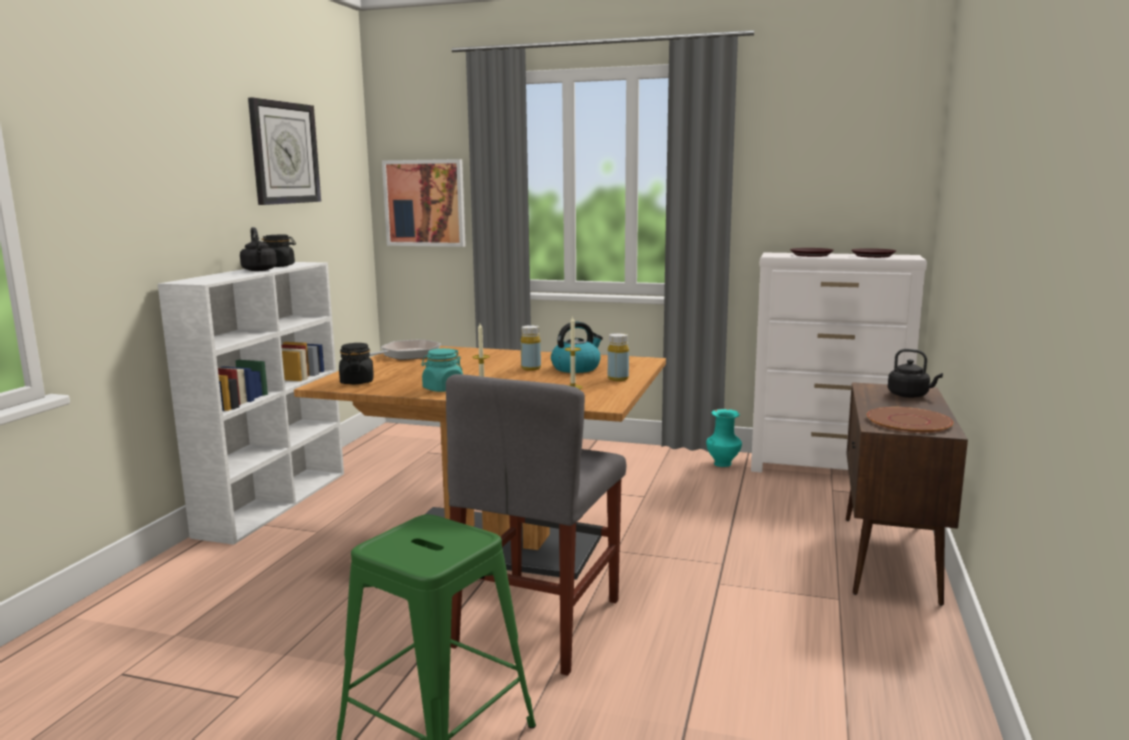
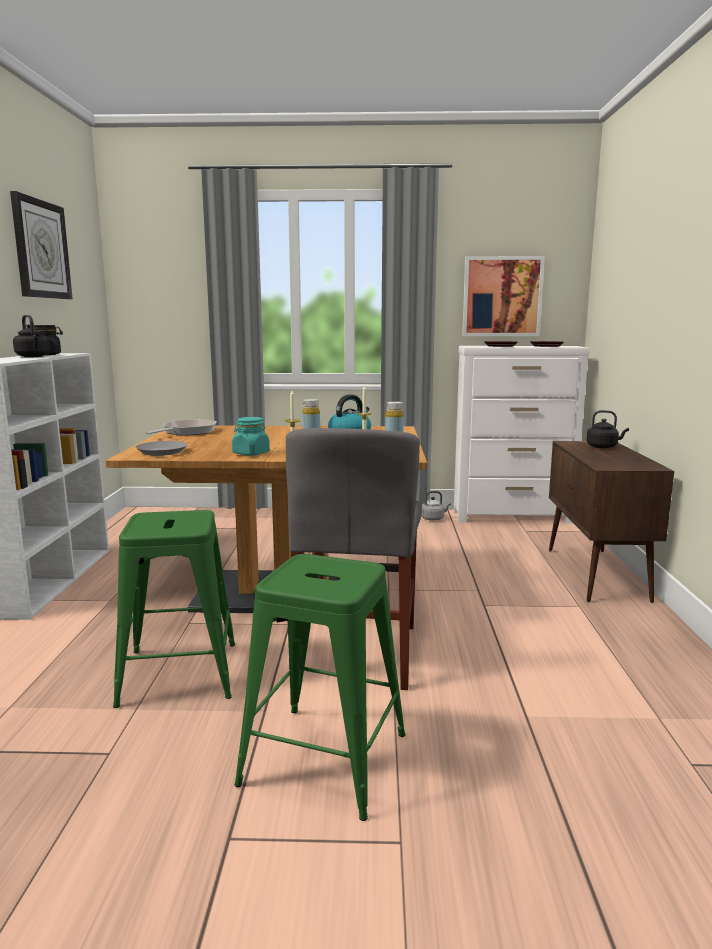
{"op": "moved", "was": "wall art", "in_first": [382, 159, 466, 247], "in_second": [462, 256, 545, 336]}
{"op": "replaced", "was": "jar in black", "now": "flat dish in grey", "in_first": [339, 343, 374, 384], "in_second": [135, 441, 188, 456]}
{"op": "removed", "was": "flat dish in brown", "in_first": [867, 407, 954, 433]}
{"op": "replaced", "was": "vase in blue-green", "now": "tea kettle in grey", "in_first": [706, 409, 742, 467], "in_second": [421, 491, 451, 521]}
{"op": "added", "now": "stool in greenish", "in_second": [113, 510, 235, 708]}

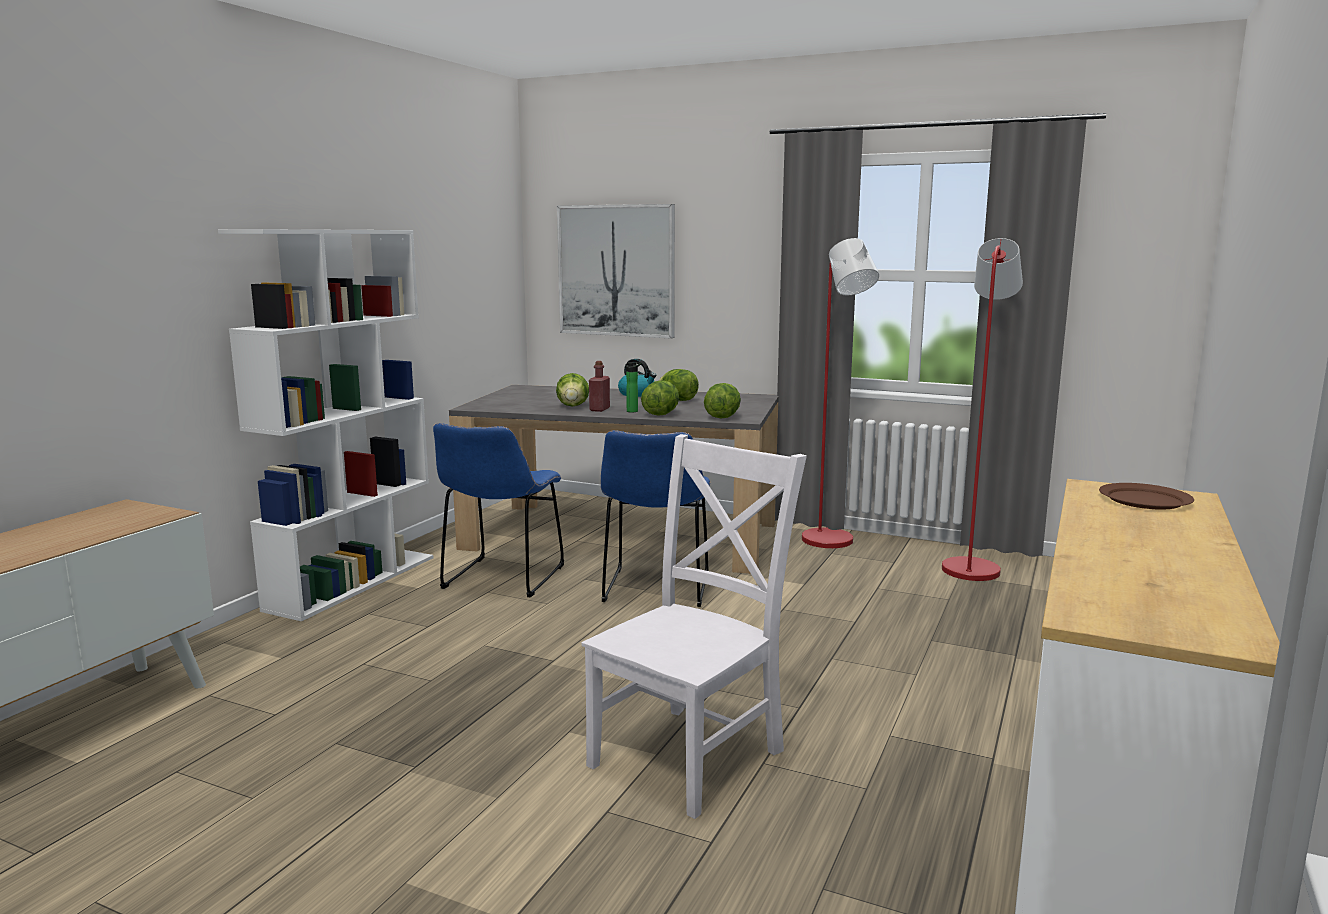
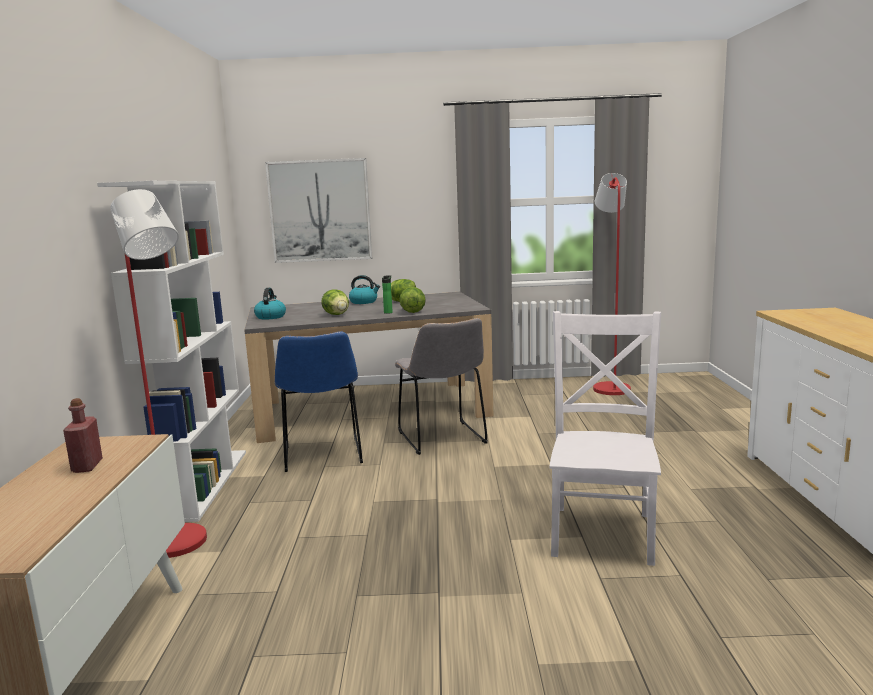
{"op": "moved", "was": "floor lamp in red-coloured", "in_first": [802, 238, 879, 548], "in_second": [110, 189, 207, 558]}
{"op": "moved", "was": "beverage bottle in red-coloured", "in_first": [589, 361, 610, 412], "in_second": [63, 398, 103, 473]}
{"op": "removed", "was": "lettuce", "in_first": [704, 383, 741, 419]}
{"op": "recoloured", "was": "chair in bluish", "now": "chair in grey", "in_first": [601, 430, 711, 607], "in_second": [395, 318, 488, 455]}
{"op": "removed", "was": "flat dish in brown", "in_first": [1099, 483, 1194, 510]}
{"op": "added", "now": "tea kettle", "in_second": [254, 288, 286, 320]}

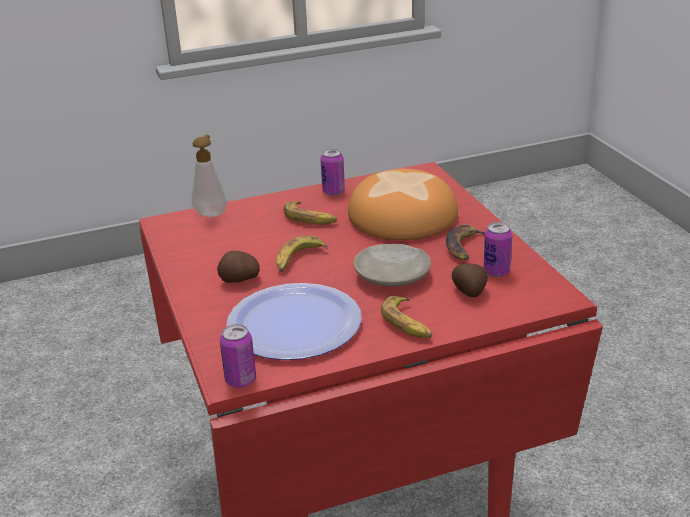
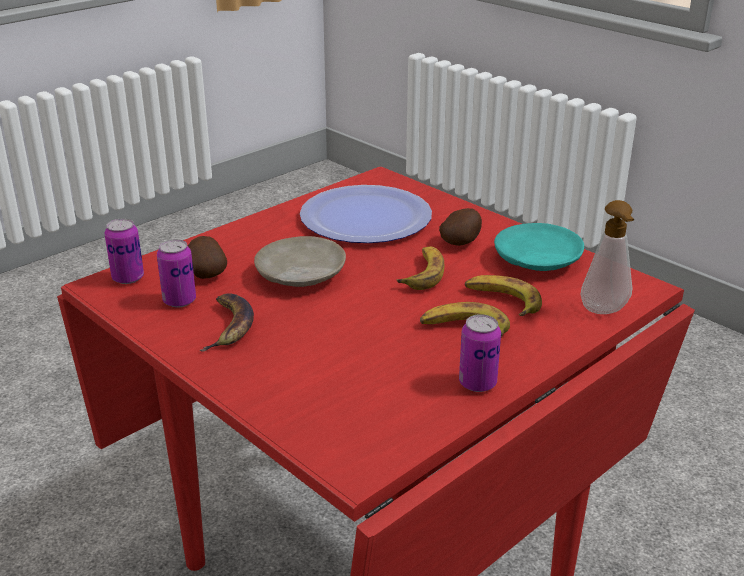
{"op": "removed", "was": "bakery bread", "in_first": [348, 169, 458, 240]}
{"op": "moved", "was": "banana", "in_first": [381, 296, 432, 338], "in_second": [465, 275, 542, 316]}
{"op": "moved", "was": "metal can", "in_first": [220, 324, 256, 388], "in_second": [105, 219, 144, 284]}
{"op": "added", "now": "flat dish in blue-green", "in_second": [494, 223, 584, 271]}

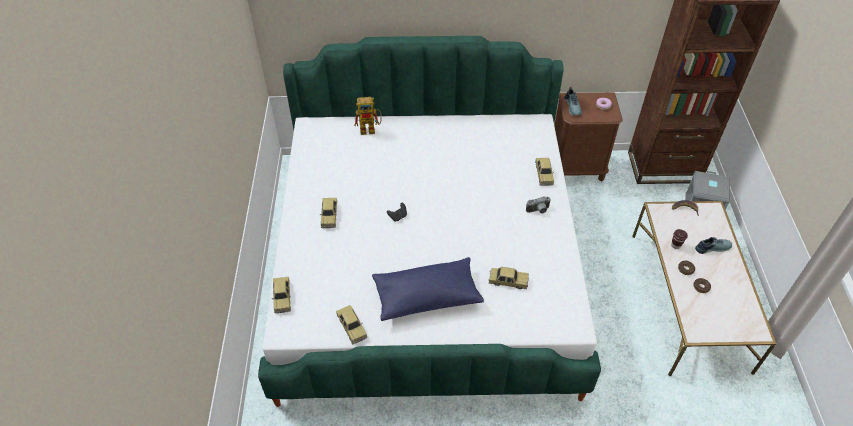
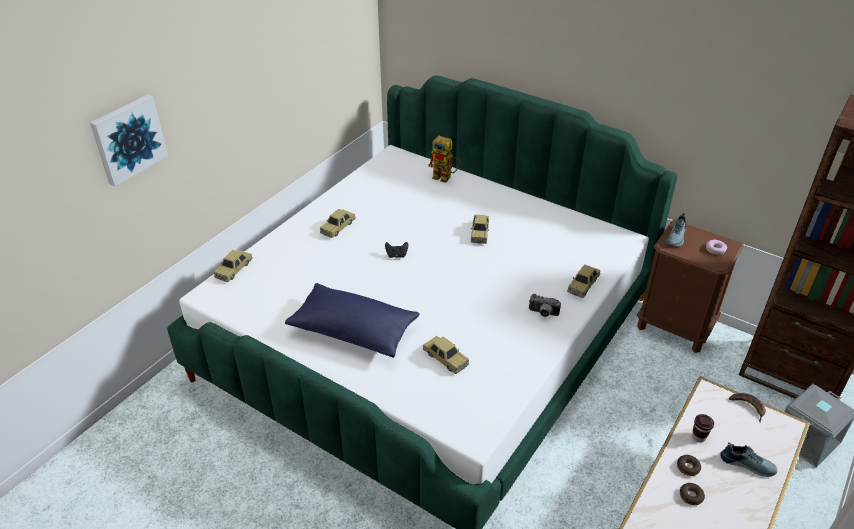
{"op": "moved", "was": "model car", "in_first": [336, 305, 367, 344], "in_second": [471, 215, 489, 244]}
{"op": "added", "now": "wall art", "in_second": [90, 94, 168, 186]}

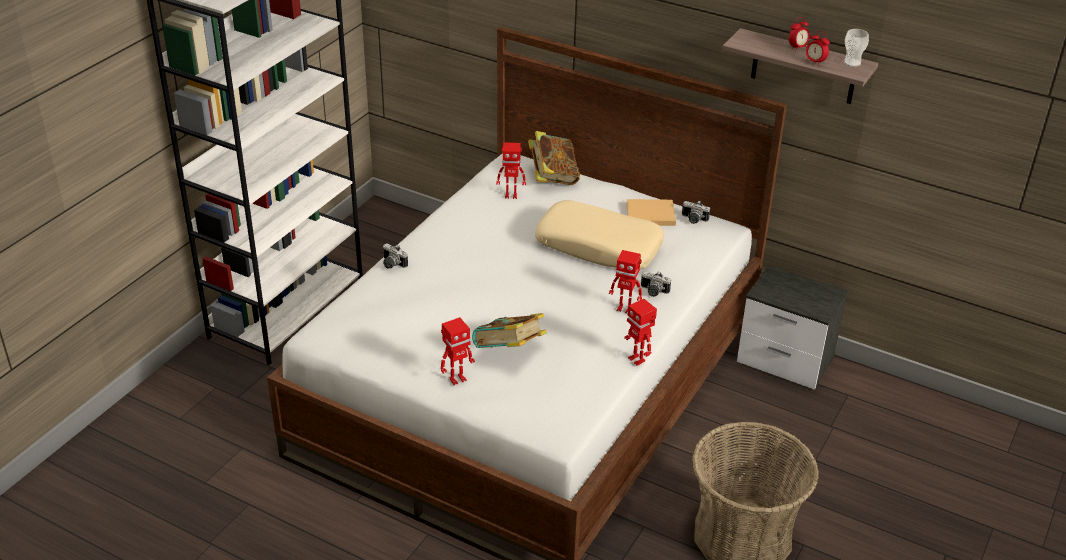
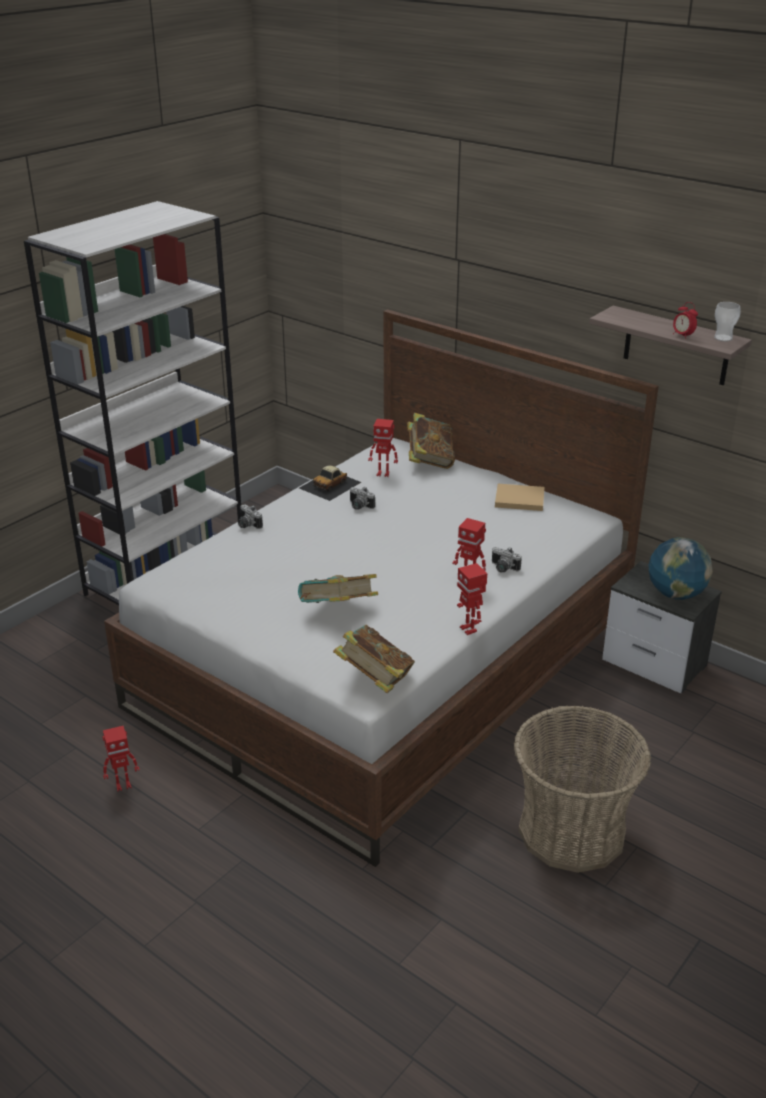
{"op": "removed", "was": "bedside clock", "in_first": [789, 17, 810, 52]}
{"op": "removed", "was": "throw pillow in sand-coloured", "in_first": [535, 200, 664, 269]}
{"op": "moved", "was": "still camera", "in_first": [682, 201, 710, 224], "in_second": [350, 487, 375, 510]}
{"op": "moved", "was": "robot figure", "in_first": [441, 317, 475, 385], "in_second": [102, 726, 140, 792]}
{"op": "added", "now": "model car", "in_second": [299, 465, 361, 501]}
{"op": "added", "now": "globe", "in_second": [649, 537, 713, 600]}
{"op": "added", "now": "volume", "in_second": [333, 625, 415, 693]}

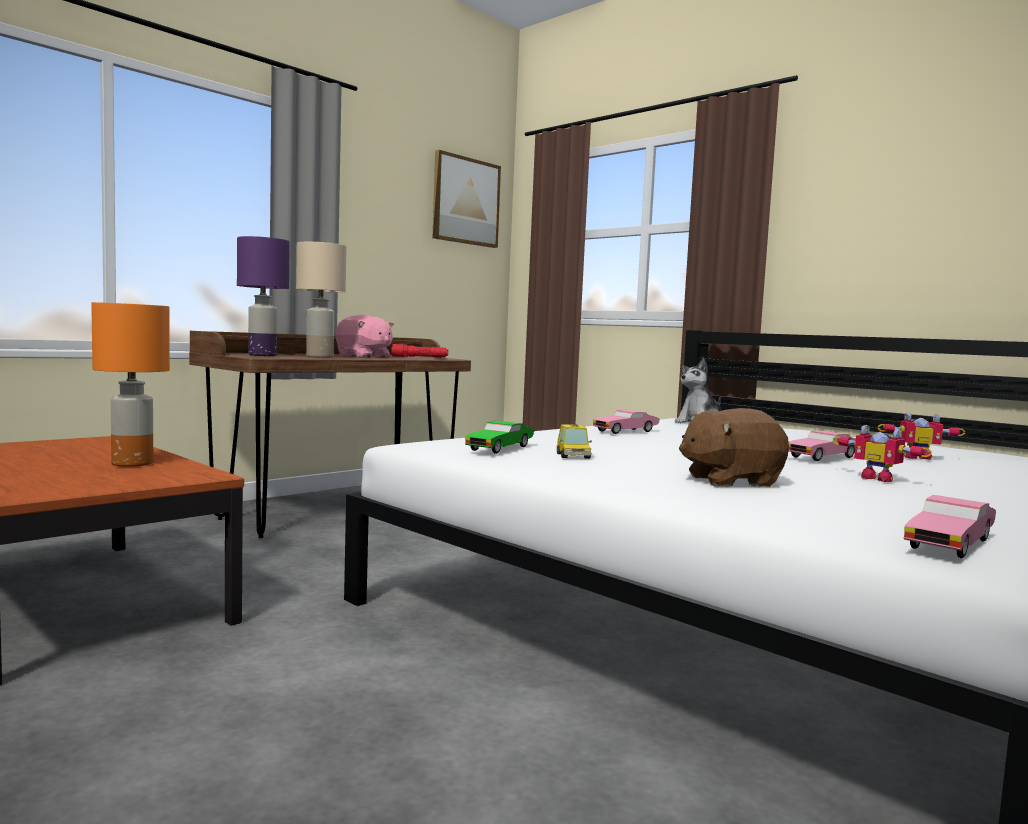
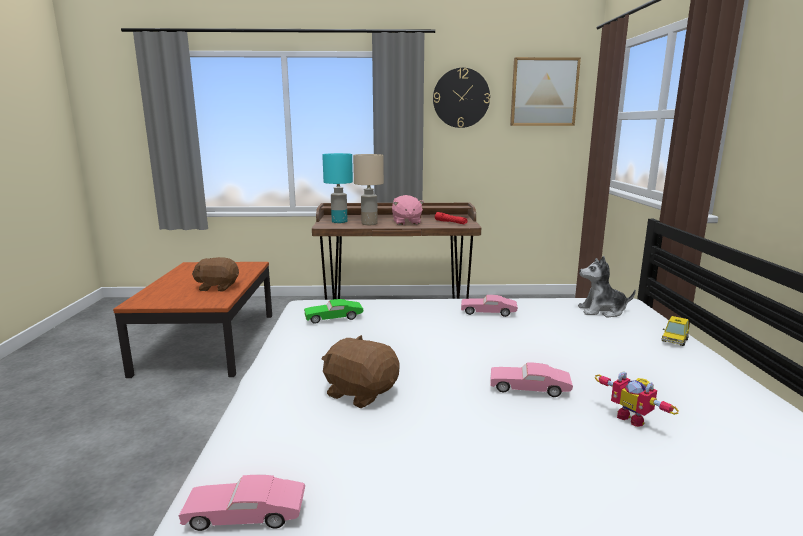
{"op": "recoloured", "was": "tabletop lamp in purplish", "now": "tabletop lamp in blue-green", "in_first": [237, 236, 290, 356], "in_second": [322, 153, 353, 223]}
{"op": "replaced", "was": "tabletop lamp in orangey", "now": "soft toy in brown", "in_first": [91, 302, 170, 467], "in_second": [192, 257, 239, 291]}
{"op": "moved", "was": "model car", "in_first": [557, 424, 592, 459], "in_second": [662, 316, 689, 346]}
{"op": "removed", "was": "robot figure", "in_first": [832, 425, 932, 482]}
{"op": "added", "now": "clock on the wall", "in_second": [433, 68, 490, 128]}

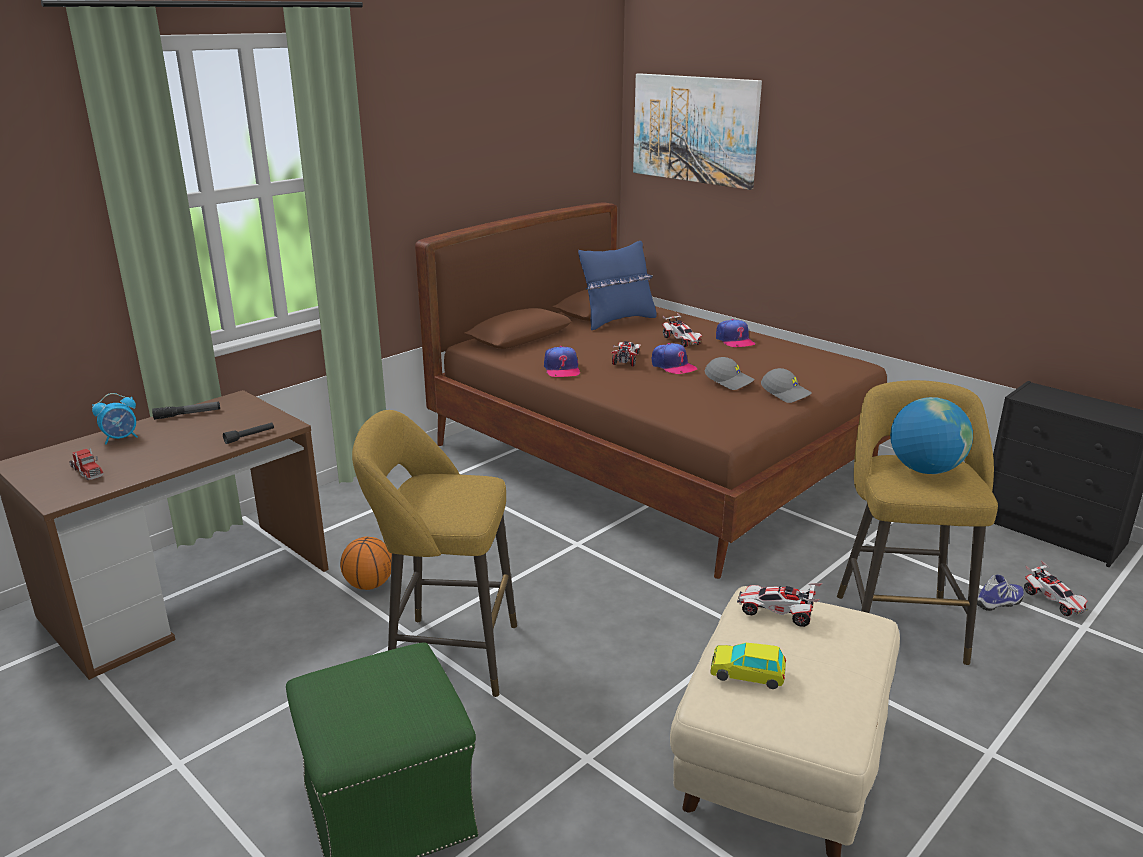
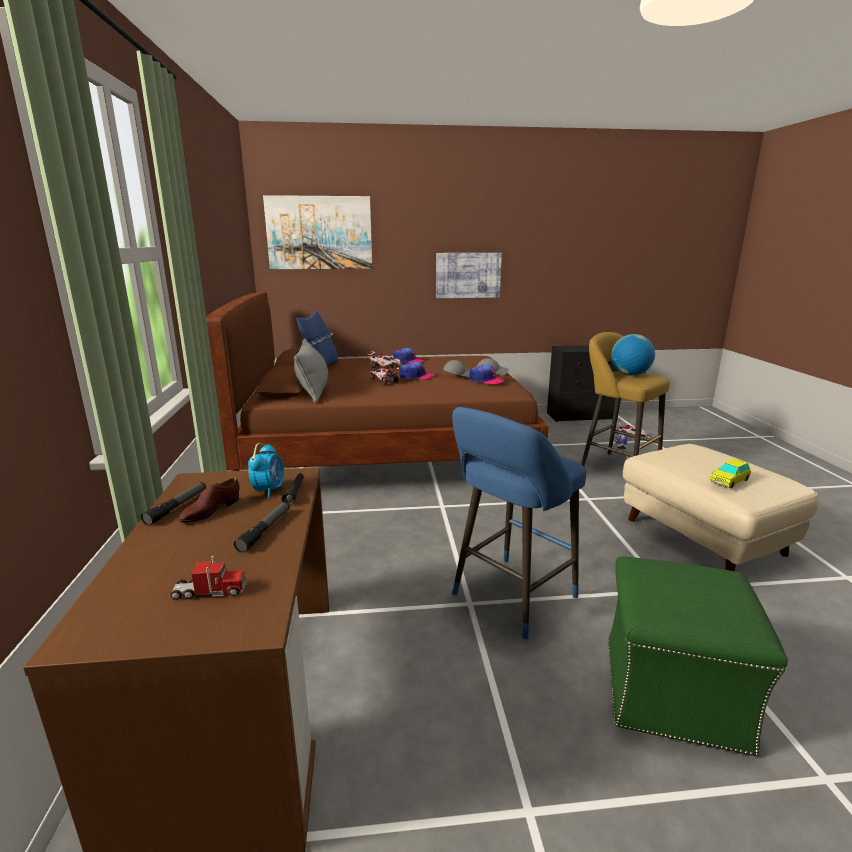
{"op": "moved", "was": "cap", "in_first": [544, 346, 580, 377], "in_second": [469, 365, 505, 384]}
{"op": "moved", "was": "bedside clock", "in_first": [92, 393, 137, 444], "in_second": [248, 443, 284, 498]}
{"op": "recoloured", "was": "stool in yellow", "now": "stool in bluish", "in_first": [352, 410, 517, 697], "in_second": [452, 407, 586, 639]}
{"op": "removed", "was": "ball for basketball", "in_first": [340, 537, 392, 590]}
{"op": "removed", "was": "model car", "in_first": [737, 583, 822, 627]}
{"op": "added", "now": "wall art", "in_second": [436, 253, 502, 298]}
{"op": "added", "now": "throw pillow in grey", "in_second": [294, 339, 328, 403]}
{"op": "added", "now": "low shoe in brown", "in_second": [179, 477, 240, 523]}
{"op": "added", "now": "torch", "in_second": [234, 502, 290, 553]}

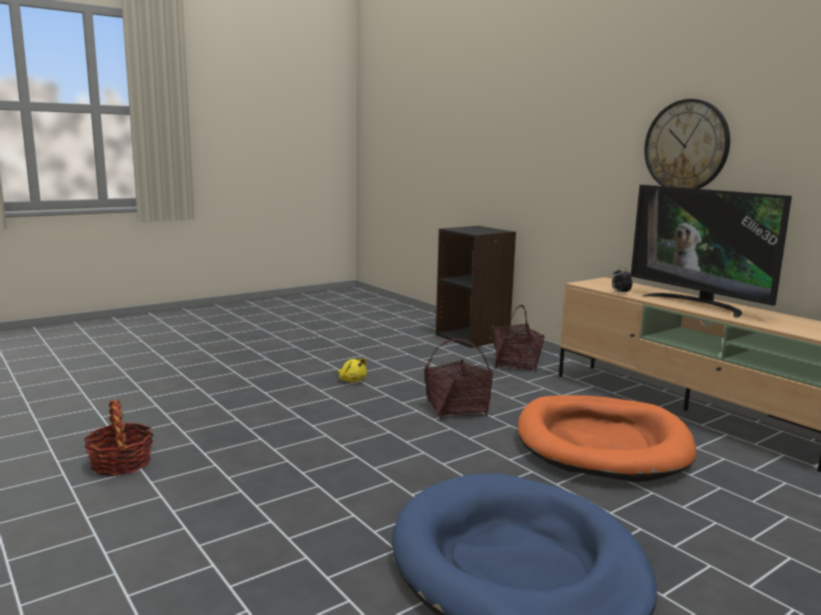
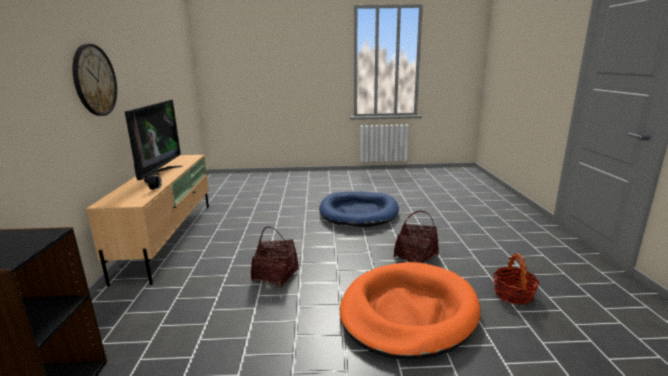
{"op": "moved", "was": "household basket", "in_first": [492, 305, 544, 372], "in_second": [394, 211, 439, 263]}
{"op": "removed", "was": "soft toy in yellow", "in_first": [337, 358, 367, 382]}
{"op": "moved", "was": "pet bed in orangey", "in_first": [518, 395, 697, 482], "in_second": [340, 262, 480, 359]}

